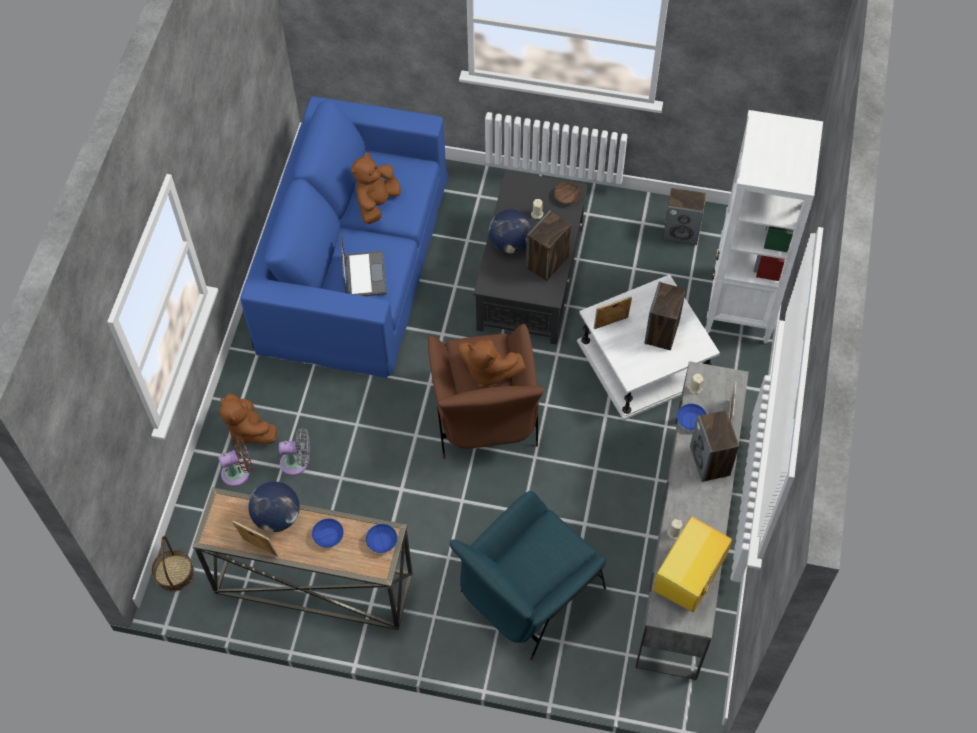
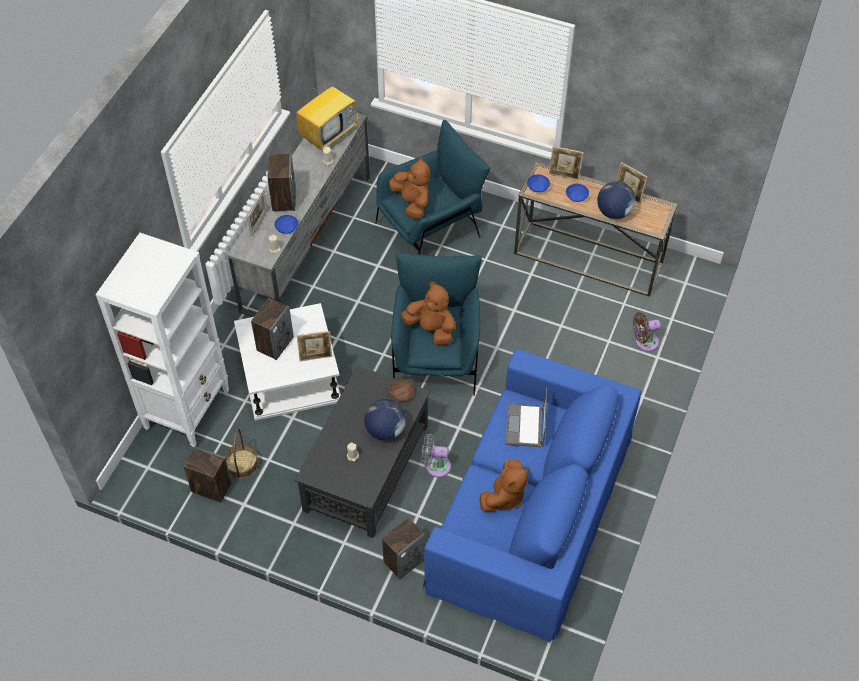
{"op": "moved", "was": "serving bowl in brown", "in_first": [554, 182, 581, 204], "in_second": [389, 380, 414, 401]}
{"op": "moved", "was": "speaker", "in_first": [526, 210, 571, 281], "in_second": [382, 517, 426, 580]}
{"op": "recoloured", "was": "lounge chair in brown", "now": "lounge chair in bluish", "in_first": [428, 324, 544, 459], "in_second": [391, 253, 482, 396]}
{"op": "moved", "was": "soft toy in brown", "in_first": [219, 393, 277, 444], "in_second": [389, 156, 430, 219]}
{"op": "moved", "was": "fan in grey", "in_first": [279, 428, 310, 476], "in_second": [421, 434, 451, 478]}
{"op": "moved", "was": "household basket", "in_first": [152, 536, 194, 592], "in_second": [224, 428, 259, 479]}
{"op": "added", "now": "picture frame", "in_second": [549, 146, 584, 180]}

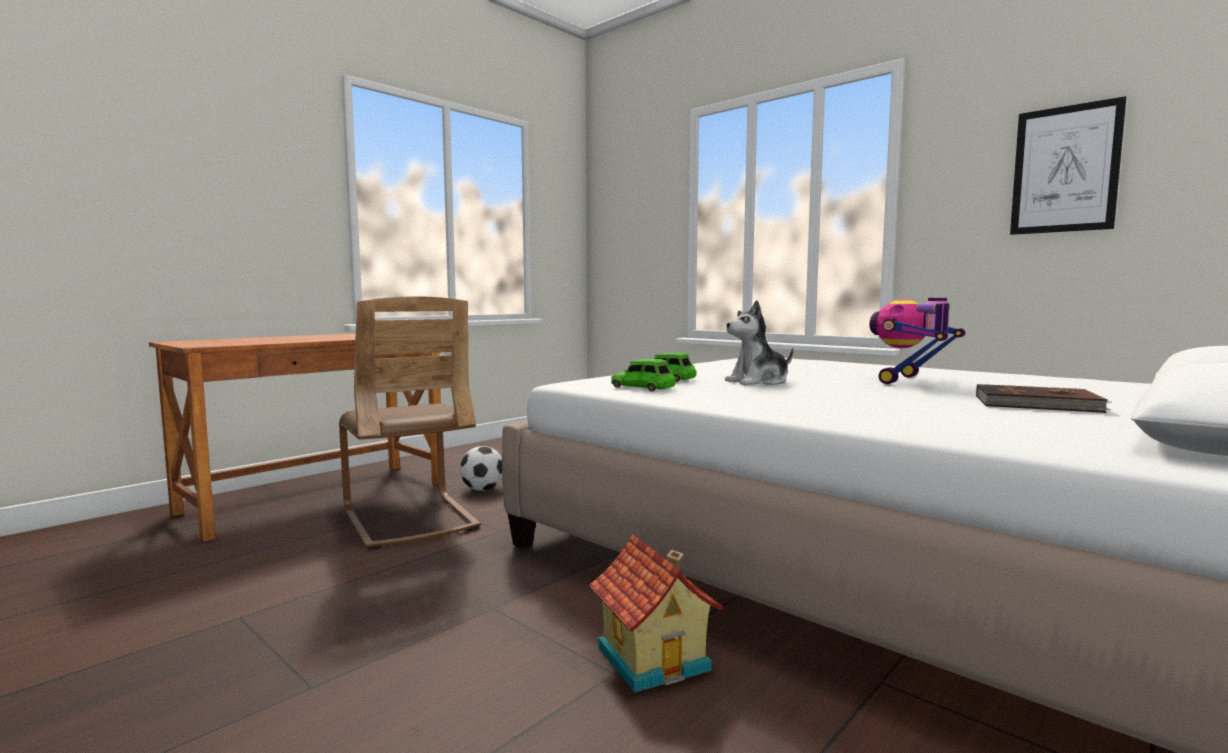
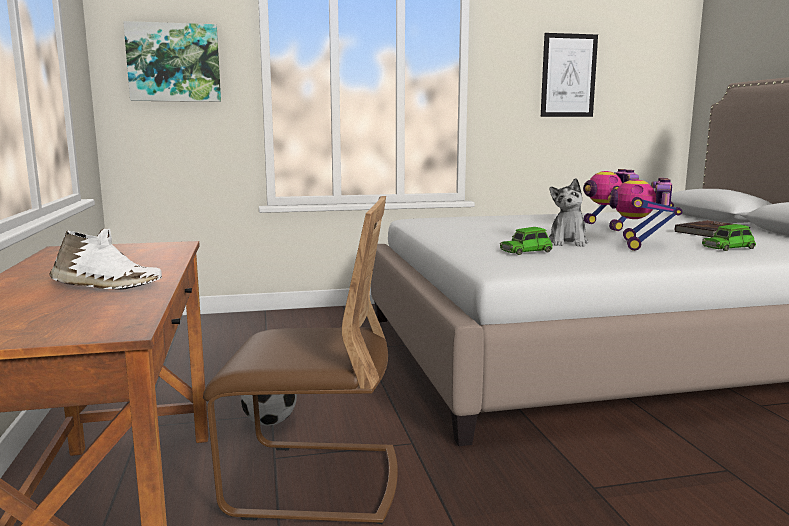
{"op": "moved", "was": "model car in greenish", "in_first": [611, 359, 676, 391], "in_second": [702, 224, 756, 251]}
{"op": "removed", "was": "model house", "in_first": [589, 534, 724, 693]}
{"op": "added", "now": "wall art", "in_second": [123, 21, 221, 102]}
{"op": "added", "now": "robot figure", "in_second": [608, 178, 683, 251]}
{"op": "added", "now": "low shoe in white", "in_second": [49, 228, 162, 290]}

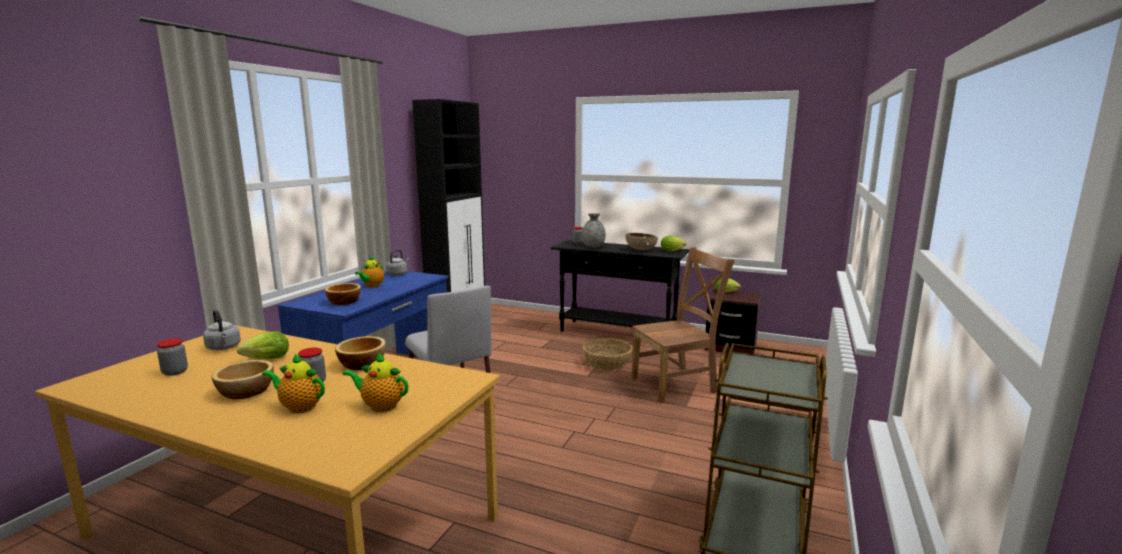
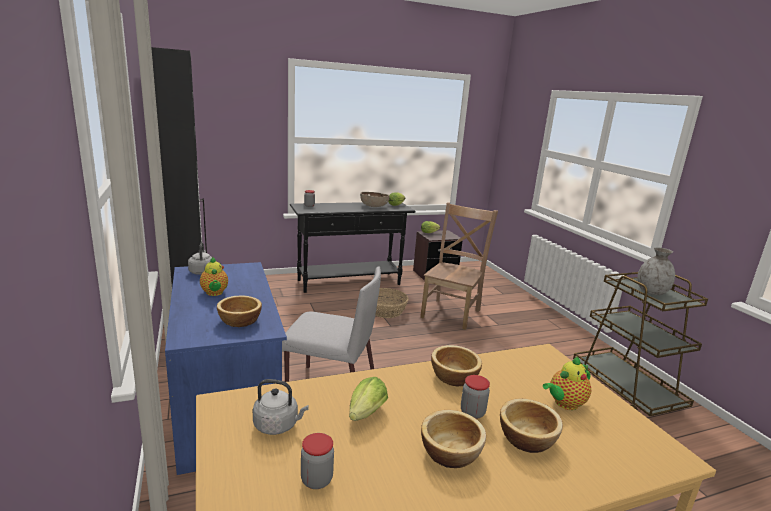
{"op": "moved", "was": "vase in grey", "in_first": [582, 213, 606, 248], "in_second": [637, 247, 675, 295]}
{"op": "replaced", "was": "teapot", "now": "serving bowl", "in_first": [262, 354, 325, 413], "in_second": [500, 399, 563, 453]}

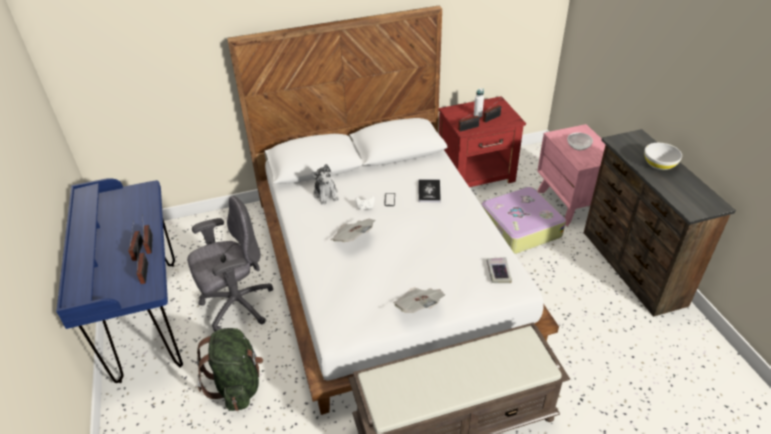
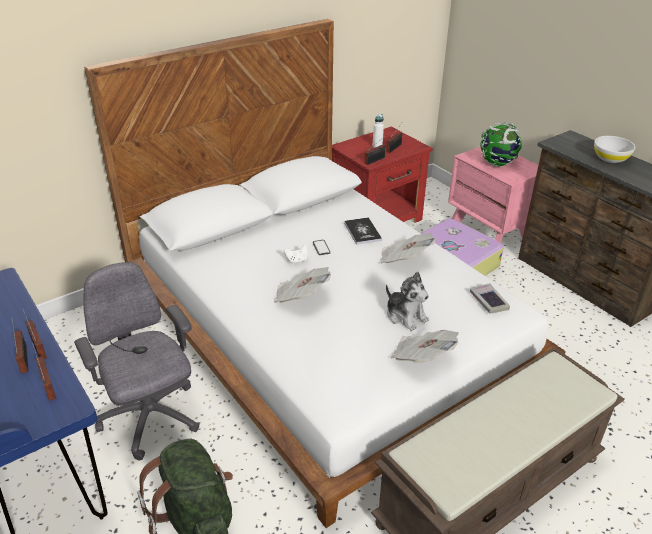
{"op": "replaced", "was": "serving bowl", "now": "globe", "in_first": [567, 132, 593, 150], "in_second": [480, 122, 522, 167]}
{"op": "moved", "was": "soft toy", "in_first": [312, 164, 339, 205], "in_second": [386, 271, 429, 331]}
{"op": "turned", "was": "desk chair in grey", "in_first": [187, 196, 273, 332], "in_second": [74, 262, 200, 460], "clockwise": -75}
{"op": "added", "now": "daily paper", "in_second": [381, 233, 435, 264]}

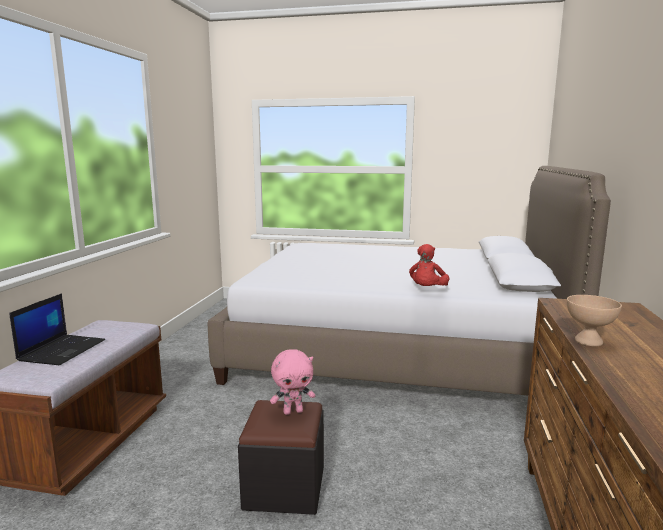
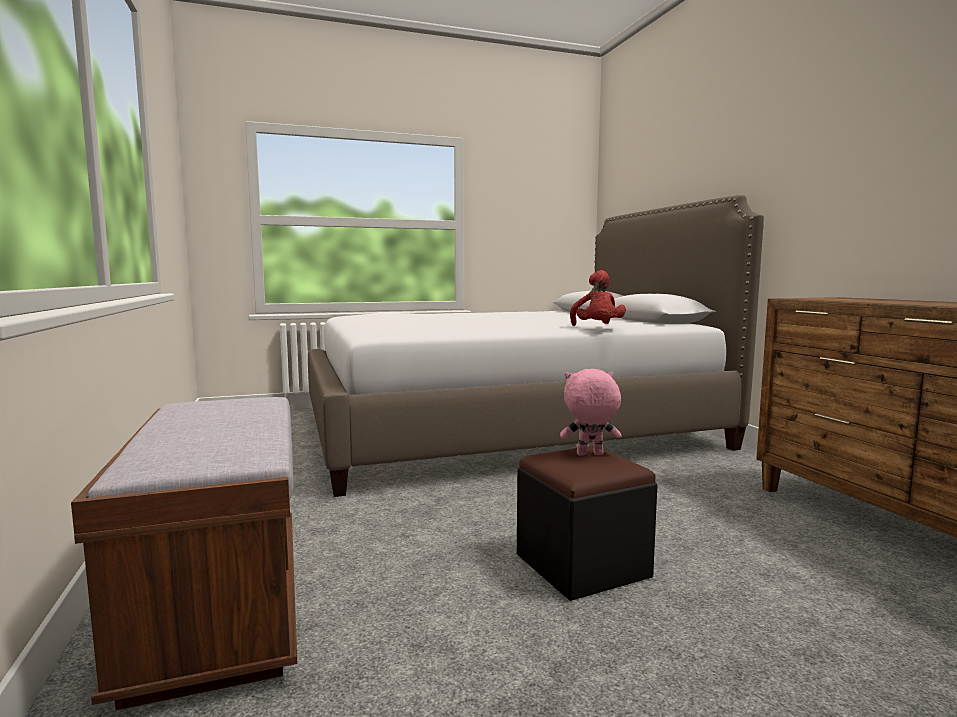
{"op": "removed", "was": "portable computer", "in_first": [9, 293, 105, 365]}
{"op": "removed", "was": "serving bowl in sand-coloured", "in_first": [567, 295, 622, 346]}
{"op": "turned", "was": "soft toy in pink-coloured", "in_first": [270, 349, 315, 415], "in_second": [560, 369, 621, 456], "clockwise": -135}

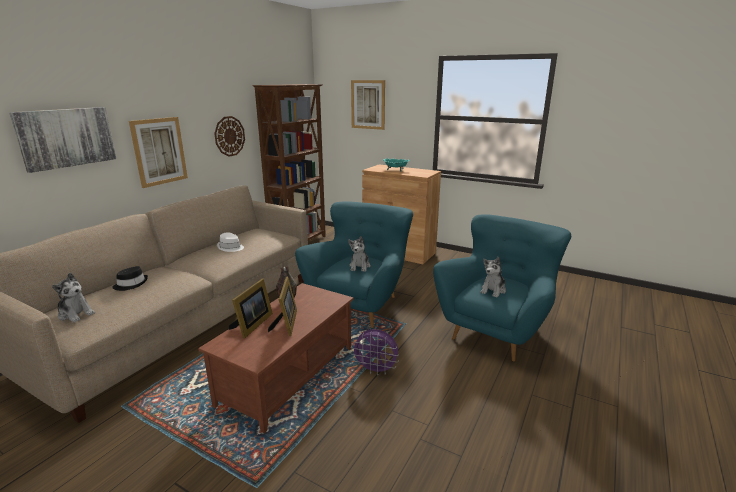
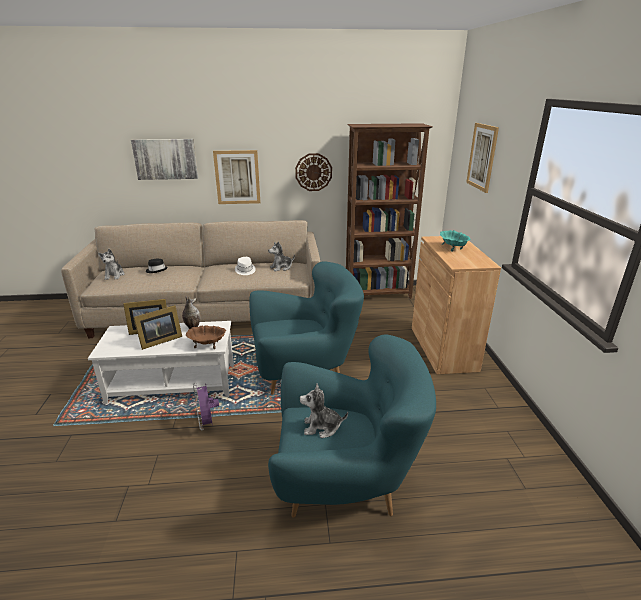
{"op": "moved", "was": "soft toy", "in_first": [348, 236, 371, 272], "in_second": [268, 241, 295, 271]}
{"op": "recoloured", "was": "low table in brown", "now": "low table in white", "in_first": [198, 283, 354, 433], "in_second": [88, 321, 234, 404]}
{"op": "added", "now": "serving bowl in brown", "in_second": [186, 325, 226, 349]}

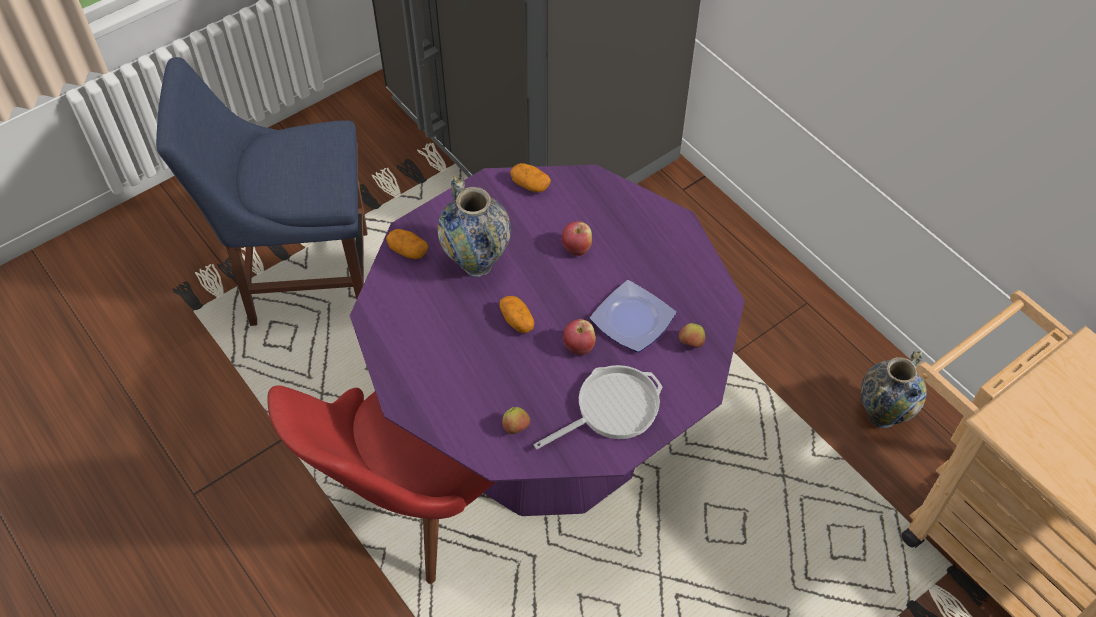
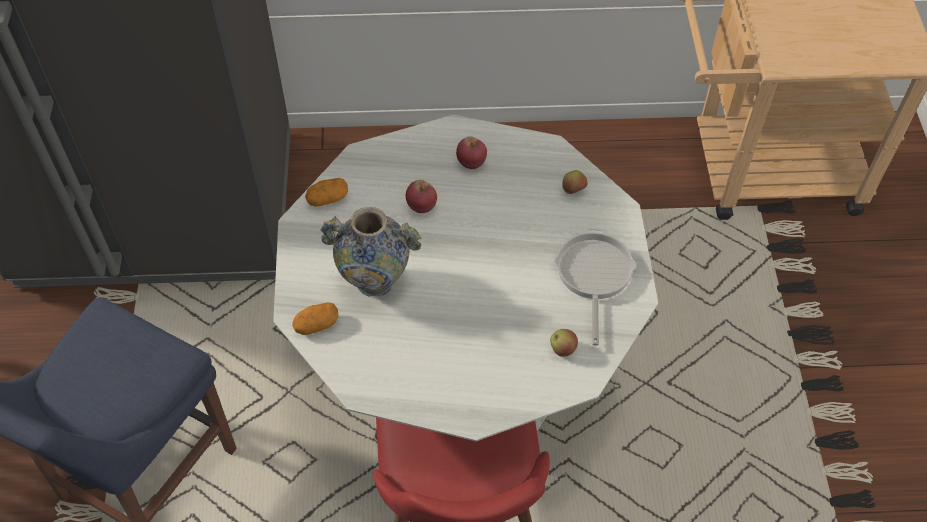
{"op": "recoloured", "was": "kitchen table in purplish", "now": "kitchen table in white", "in_first": [350, 165, 745, 516], "in_second": [273, 115, 658, 441]}
{"op": "removed", "was": "flat dish", "in_first": [590, 280, 676, 352]}
{"op": "removed", "was": "whole potato", "in_first": [500, 296, 535, 333]}
{"op": "moved", "was": "apple", "in_first": [563, 319, 596, 355], "in_second": [456, 137, 487, 169]}
{"op": "removed", "was": "vase", "in_first": [861, 351, 927, 428]}

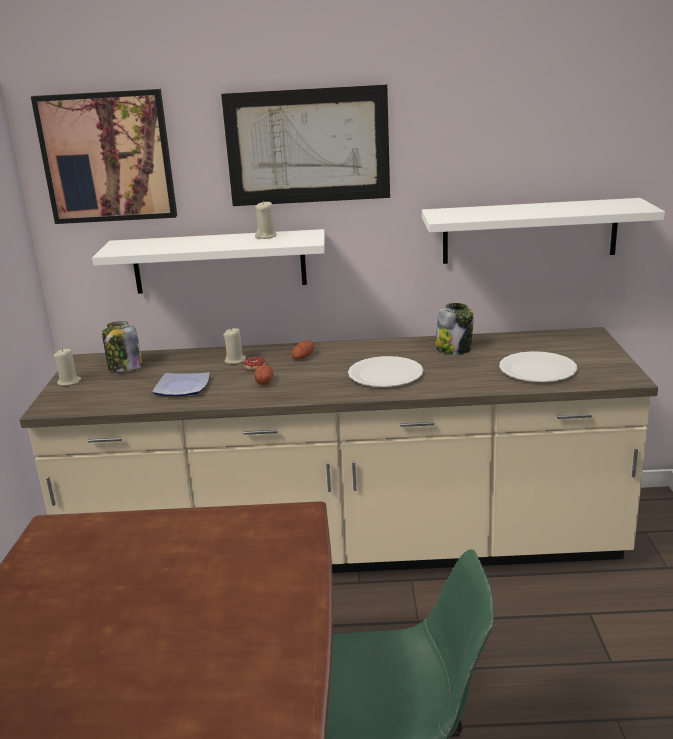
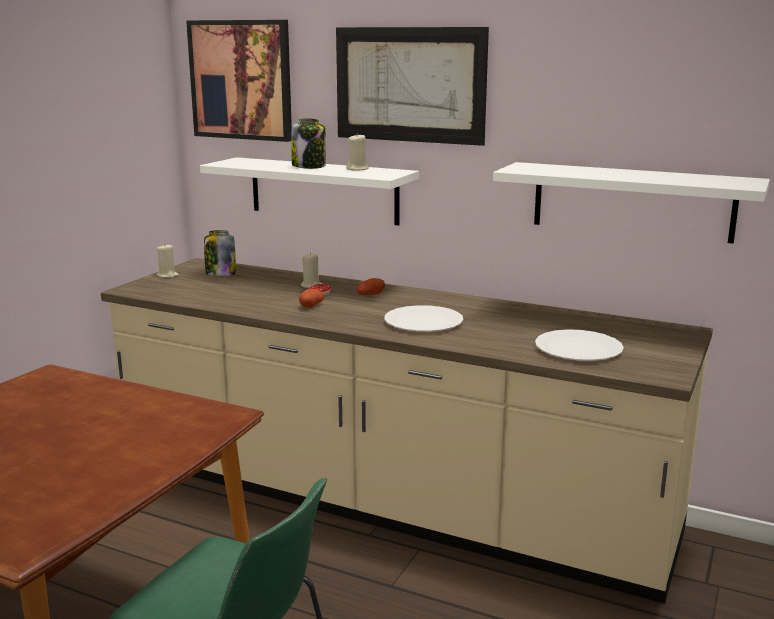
{"op": "moved", "was": "jar", "in_first": [436, 303, 474, 355], "in_second": [291, 118, 326, 169]}
{"op": "removed", "was": "flat dish", "in_first": [152, 372, 210, 396]}

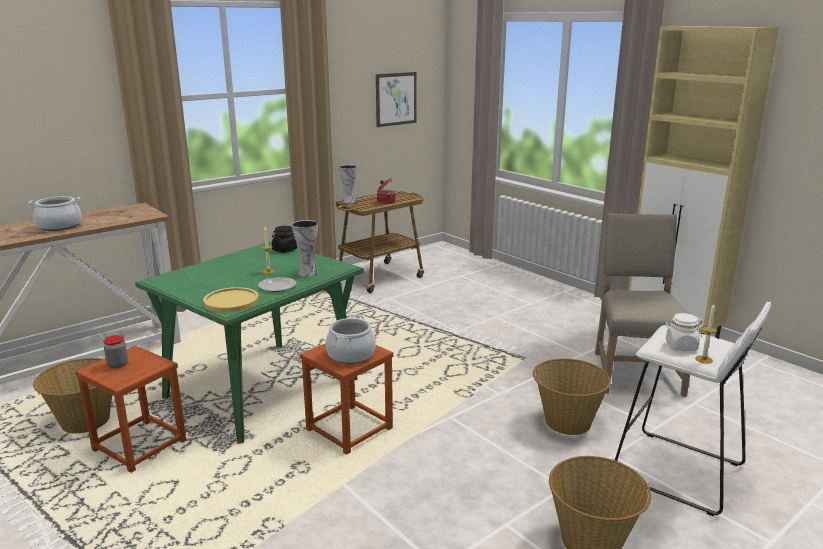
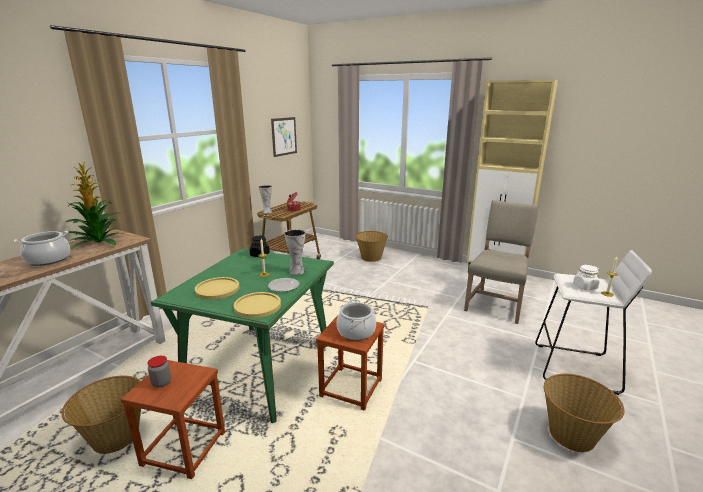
{"op": "turned", "was": "chair in sand-coloured", "in_first": [595, 213, 698, 397], "in_second": [464, 200, 539, 324], "clockwise": 45}
{"op": "moved", "was": "household basket", "in_first": [533, 358, 611, 435], "in_second": [355, 231, 388, 262]}
{"op": "added", "now": "potted plant", "in_second": [64, 161, 125, 249]}
{"op": "added", "now": "flat dish in yellow", "in_second": [195, 277, 239, 300]}

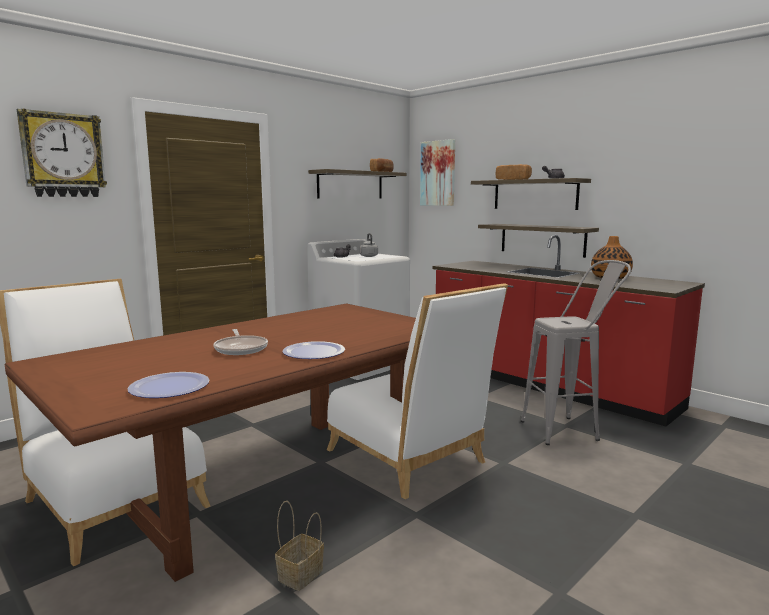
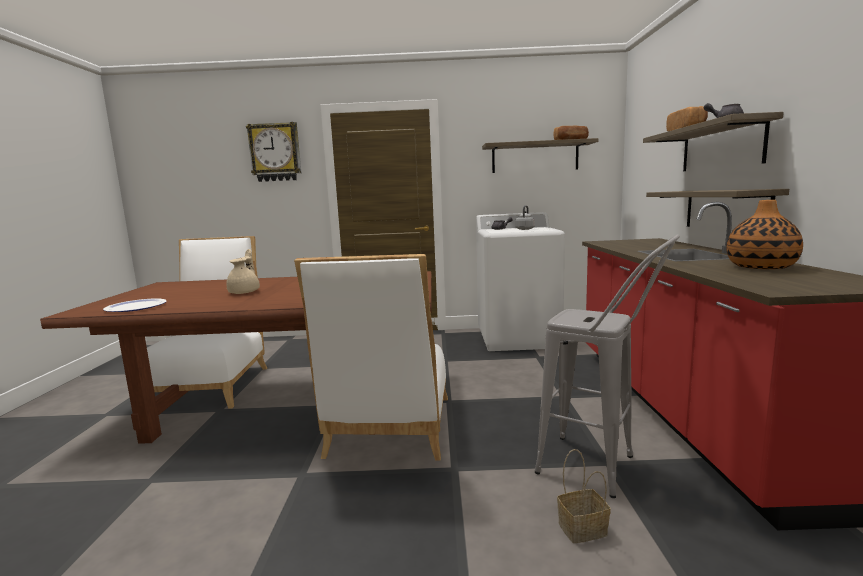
{"op": "removed", "was": "wall art", "in_first": [420, 139, 455, 206]}
{"op": "replaced", "was": "frying pan", "now": "teapot in sand-coloured", "in_first": [214, 329, 268, 355], "in_second": [226, 249, 260, 294]}
{"op": "removed", "was": "flat dish", "in_first": [283, 341, 345, 359]}
{"op": "moved", "was": "household basket", "in_first": [275, 501, 324, 591], "in_second": [557, 449, 611, 543]}

